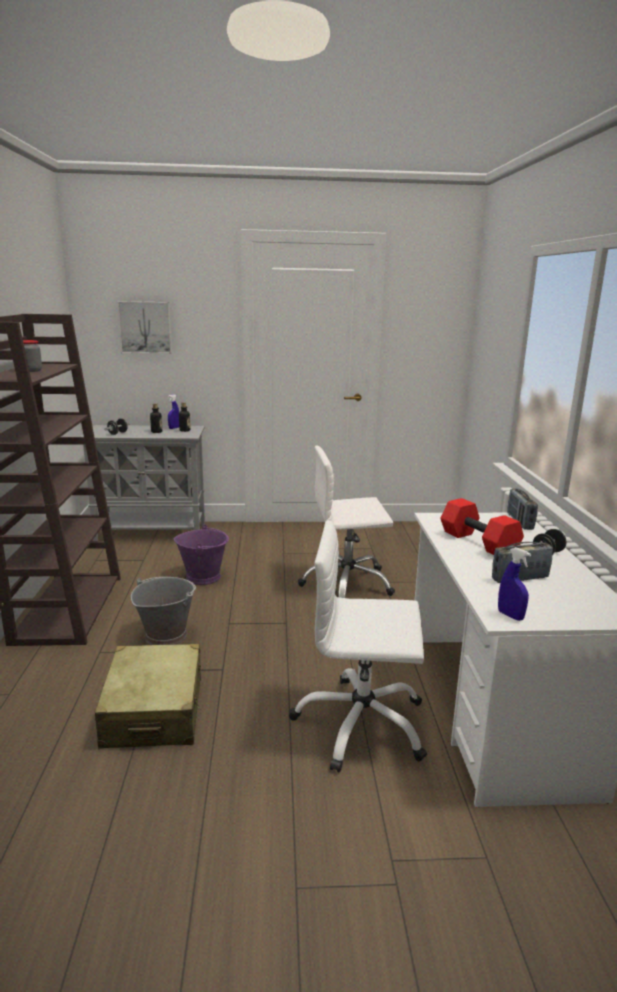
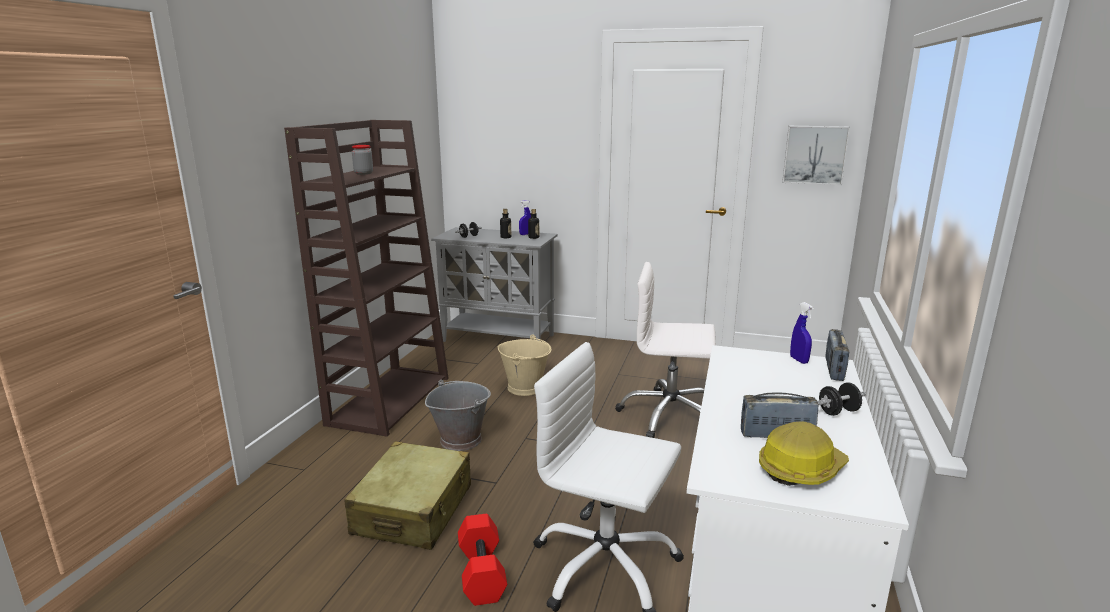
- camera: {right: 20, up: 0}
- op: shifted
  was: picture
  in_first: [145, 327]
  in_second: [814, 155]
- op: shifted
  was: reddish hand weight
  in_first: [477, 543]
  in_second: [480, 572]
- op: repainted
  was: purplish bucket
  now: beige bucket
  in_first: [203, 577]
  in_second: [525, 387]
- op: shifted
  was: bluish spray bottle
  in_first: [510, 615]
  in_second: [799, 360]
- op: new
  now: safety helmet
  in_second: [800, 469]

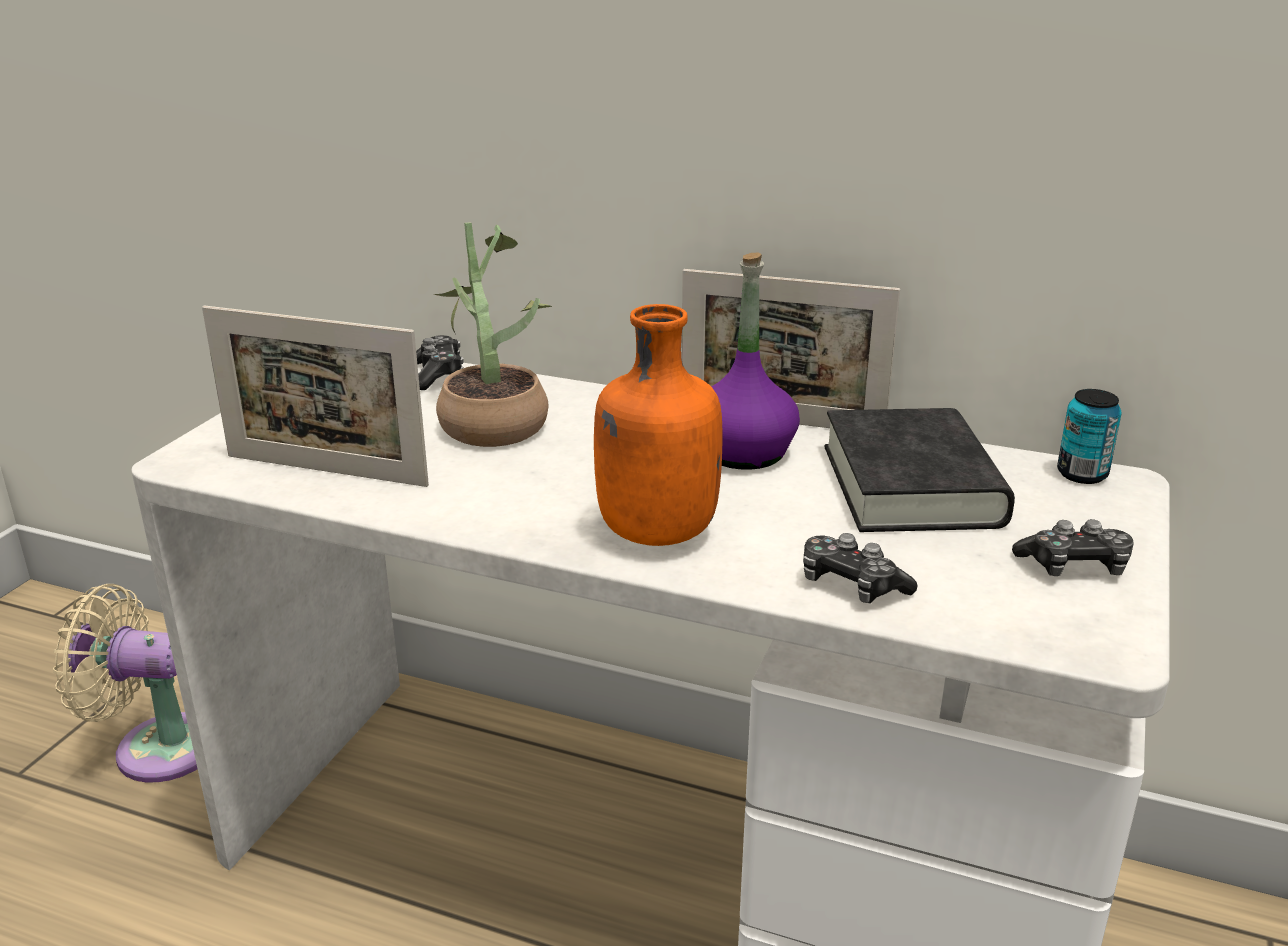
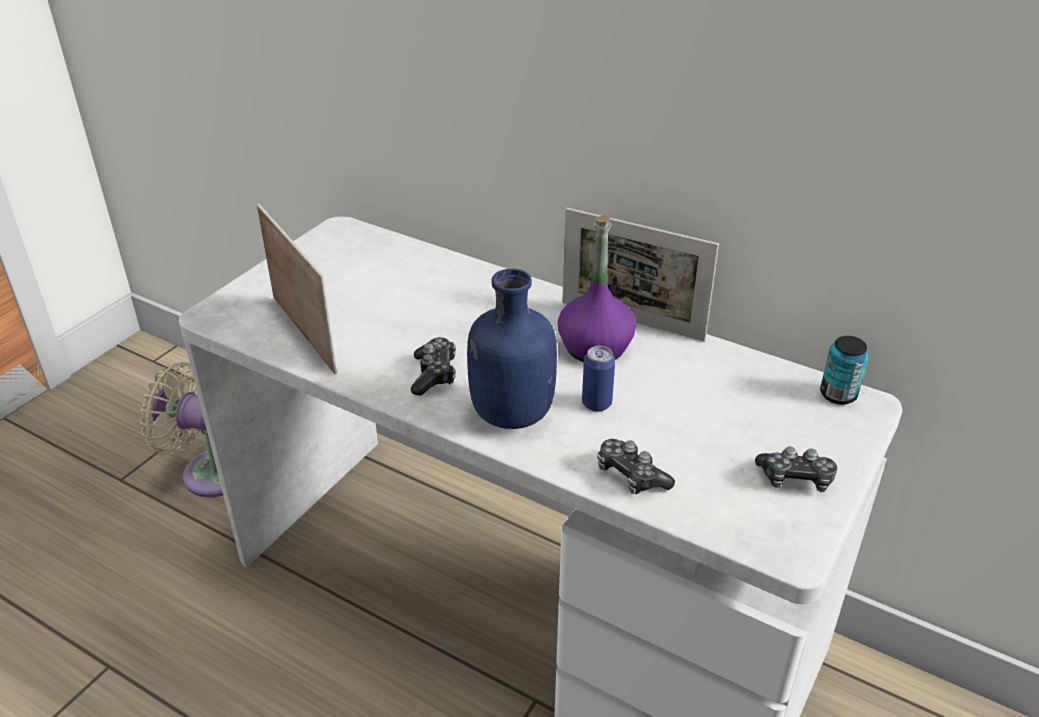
- camera: {right: 10, up: 10}
- op: gone
  was: potted plant
  in_first: [492, 421]
- op: repainted
  was: orange bottle
  now: bluish bottle
  in_first: [654, 533]
  in_second: [510, 414]
- op: rotated
  was: photo frame
  in_first: [326, 470]
  in_second: [303, 334]
  clockwise: -150
- op: shifted
  was: gamepad
  in_first: [437, 374]
  in_second: [434, 374]
- op: gone
  was: black-coloured book
  in_first: [911, 485]
- op: new
  now: can
  in_second: [596, 403]

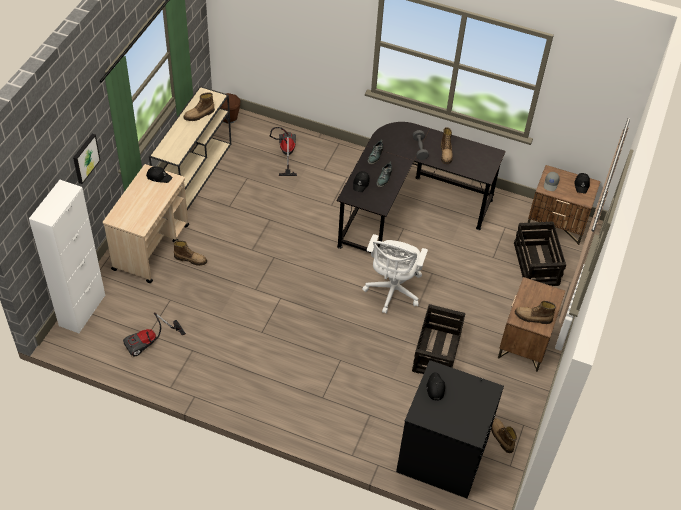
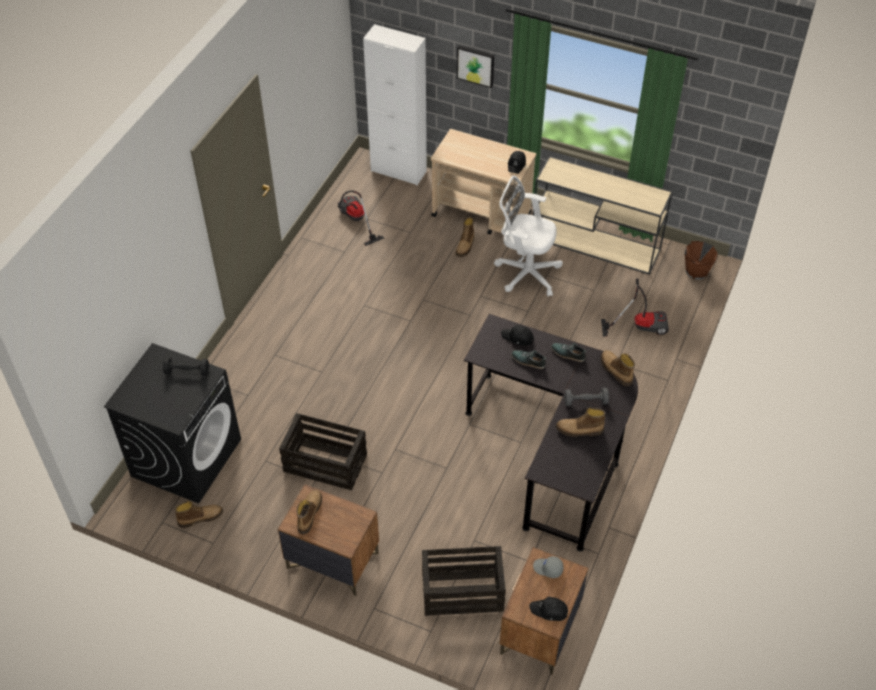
- camera: {right: 95, up: 0}
- op: shifted
  was: boot
  in_first: [199, 115]
  in_second: [615, 371]
- op: shifted
  was: white-coloured office chair
  in_first: [392, 292]
  in_second: [525, 272]
- op: swapped
  was: black-coloured peaked cap
  now: black-coloured hand weight
  in_first: [435, 388]
  in_second: [187, 371]

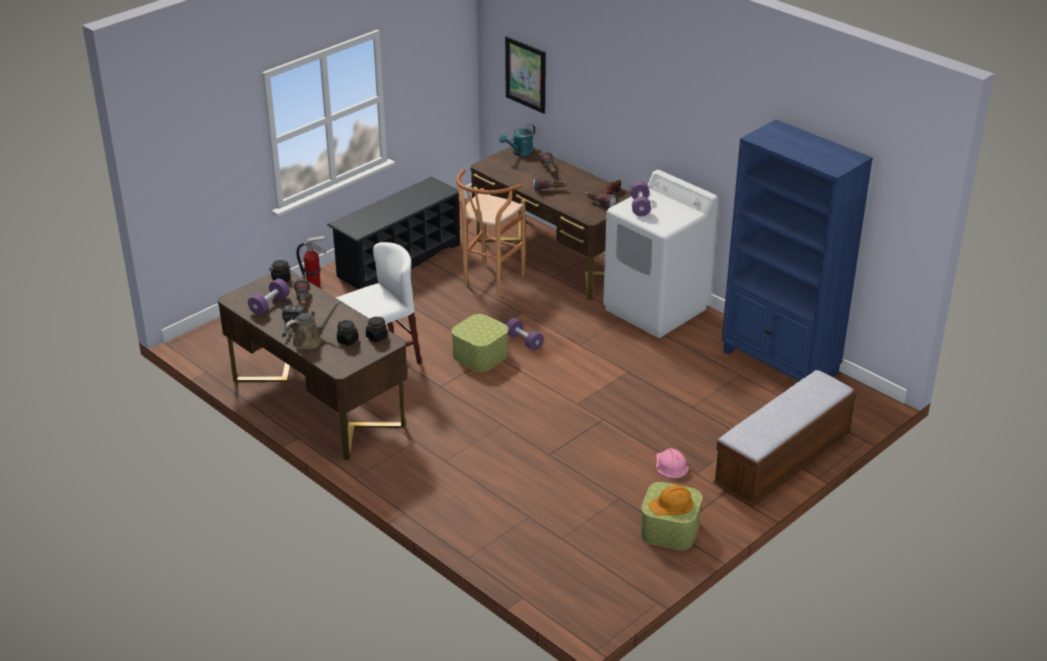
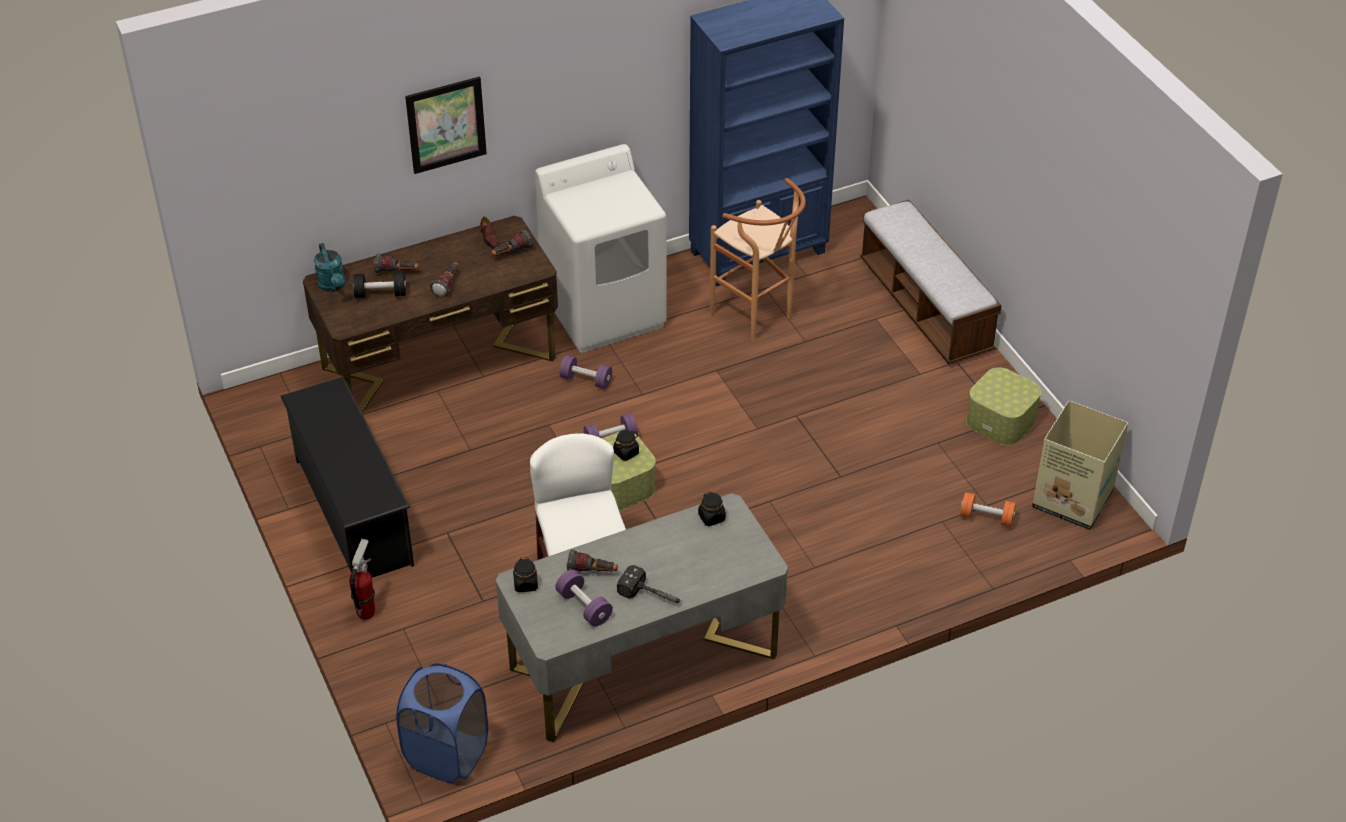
- camera: {right: -70, up: 10}
- op: shifted
  was: picture
  in_first: [526, 74]
  in_second: [446, 124]
- op: shifted
  was: brown-coloured stool seat
  in_first: [489, 282]
  in_second: [757, 318]
- op: shifted
  was: purplish hand weight
  in_first: [640, 206]
  in_second: [586, 380]
- op: repainted
  was: brown-coloured desk
  now: greyish desk
  in_first: [317, 402]
  in_second: [643, 661]
- op: gone
  was: brown-coloured watering pot
  in_first: [310, 341]
- op: shifted
  was: black-coloured preserve jar
  in_first: [348, 341]
  in_second: [626, 452]
- op: gone
  was: pink safety helmet
  in_first: [670, 465]
- op: gone
  was: orange safety helmet
  in_first: [672, 504]
- op: new
  now: black-coloured hand weight
  in_second: [380, 294]
- op: new
  now: cardboard box
  in_second: [1074, 500]
- op: new
  now: orange hand weight
  in_second: [986, 517]
- op: new
  now: bluish washing basket
  in_second: [447, 754]

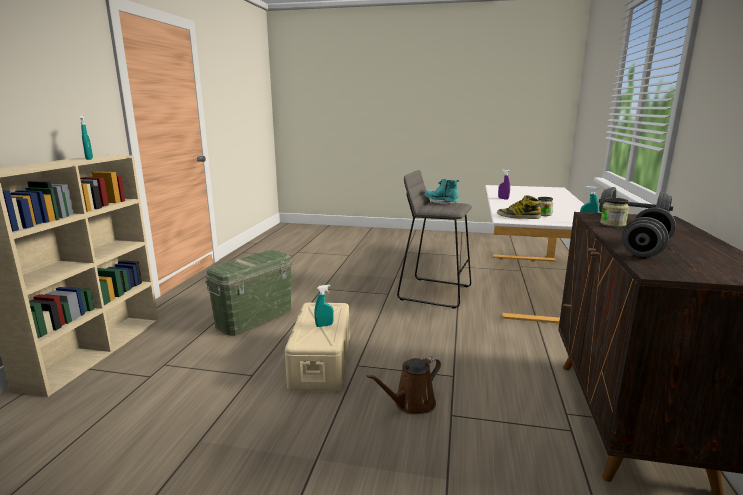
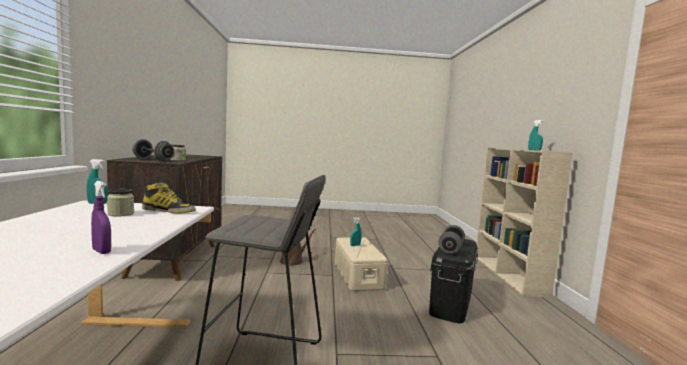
- camera: {right: 165, up: -10}
- op: gone
  was: turquoise-coloured boot
  in_first: [441, 203]
- op: shifted
  was: greyish hand weight
  in_first: [645, 249]
  in_second: [451, 249]
- op: repainted
  was: greenish storage bin
  now: black-coloured storage bin
  in_first: [254, 318]
  in_second: [450, 303]

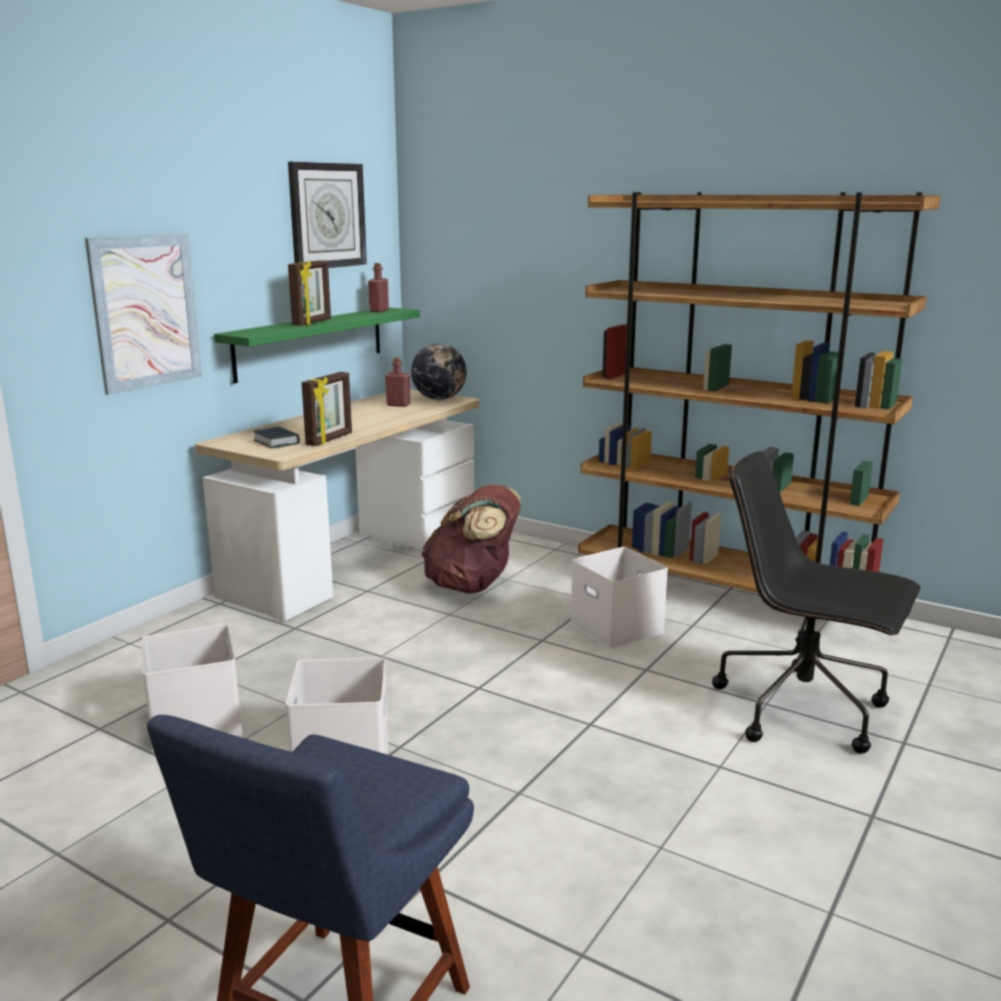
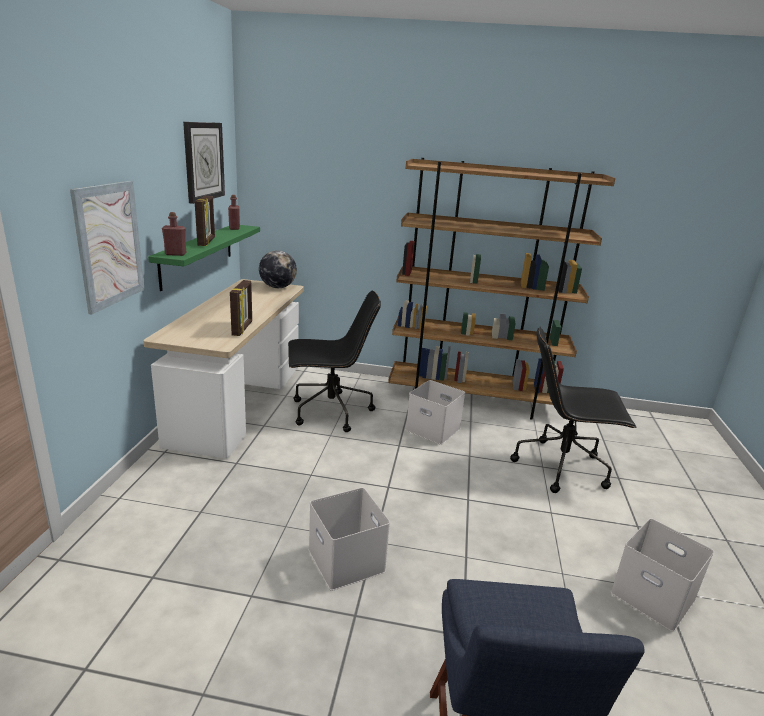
- camera: {right: -25, up: 5}
- op: shifted
  was: reddish bottle
  in_first: [398, 405]
  in_second: [175, 254]
- op: gone
  was: book
  in_first: [276, 442]
- op: swapped
  was: brown-coloured backpack
  now: black-coloured office chair
  in_first: [473, 586]
  in_second: [329, 412]
- op: shifted
  was: white-coloured storage bin
  in_first: [193, 723]
  in_second: [650, 595]

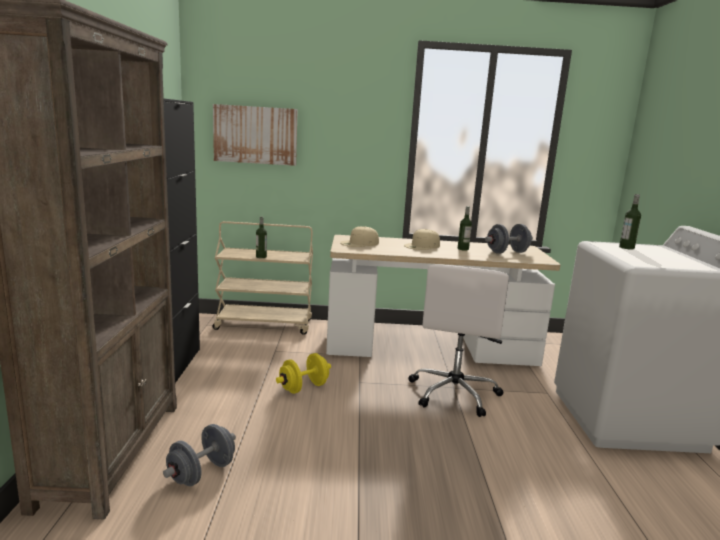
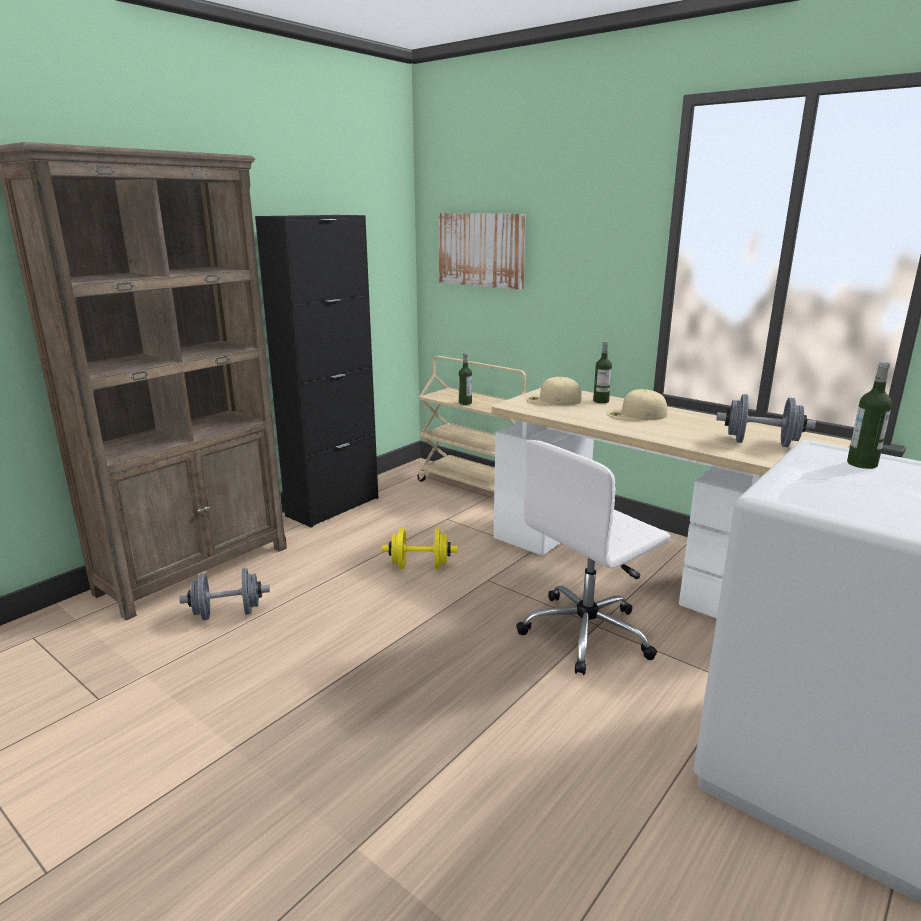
- camera: {right: 40, up: 5}
- op: shifted
  was: bottle
  in_first: [463, 249]
  in_second: [601, 401]

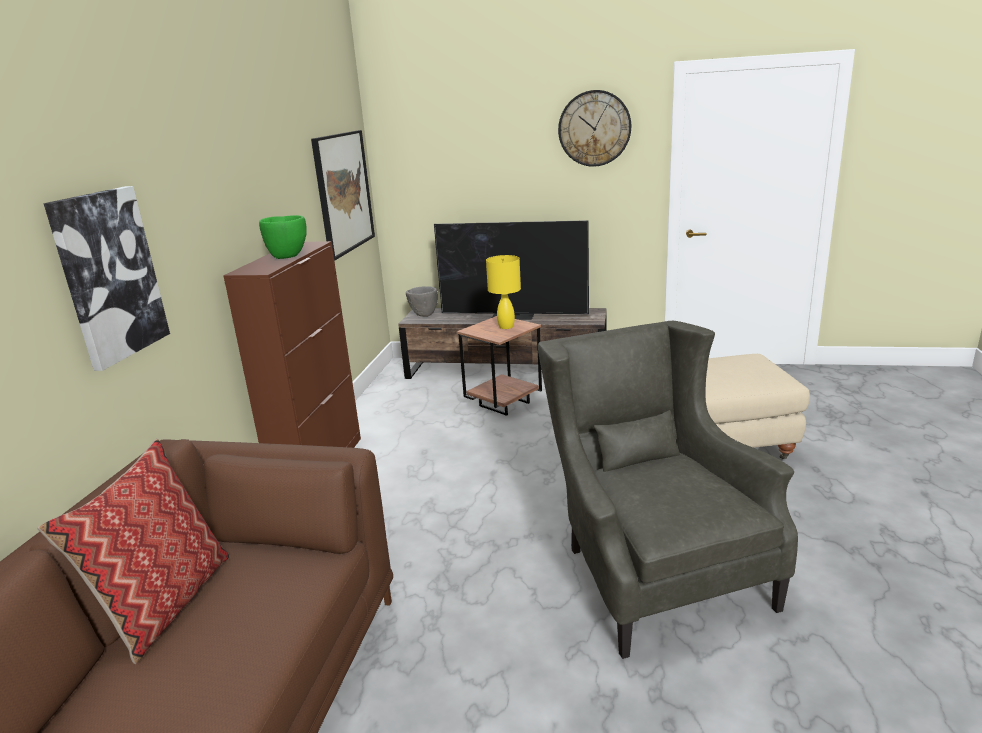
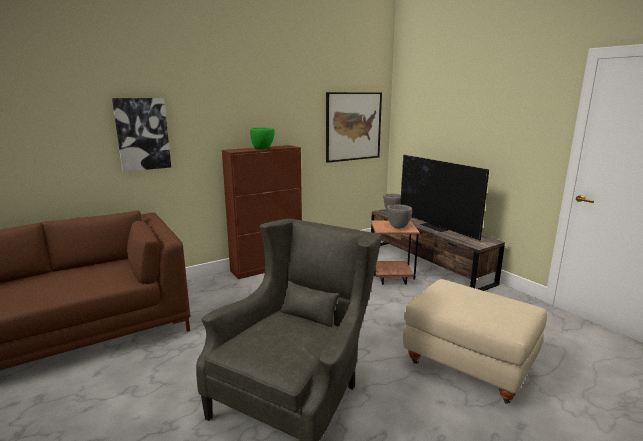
- camera: {right: 45, up: -5}
- op: gone
  was: wall clock
  in_first: [594, 128]
- op: swapped
  was: yellow tabletop lamp
  now: greyish bowl
  in_first: [505, 326]
  in_second: [398, 226]
- op: gone
  was: cushion
  in_first: [165, 603]

